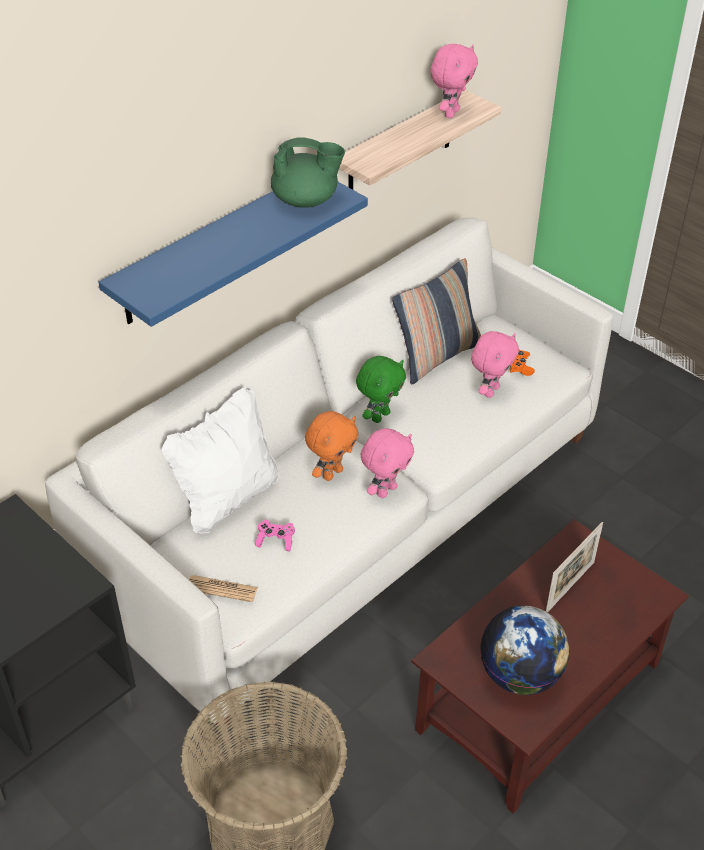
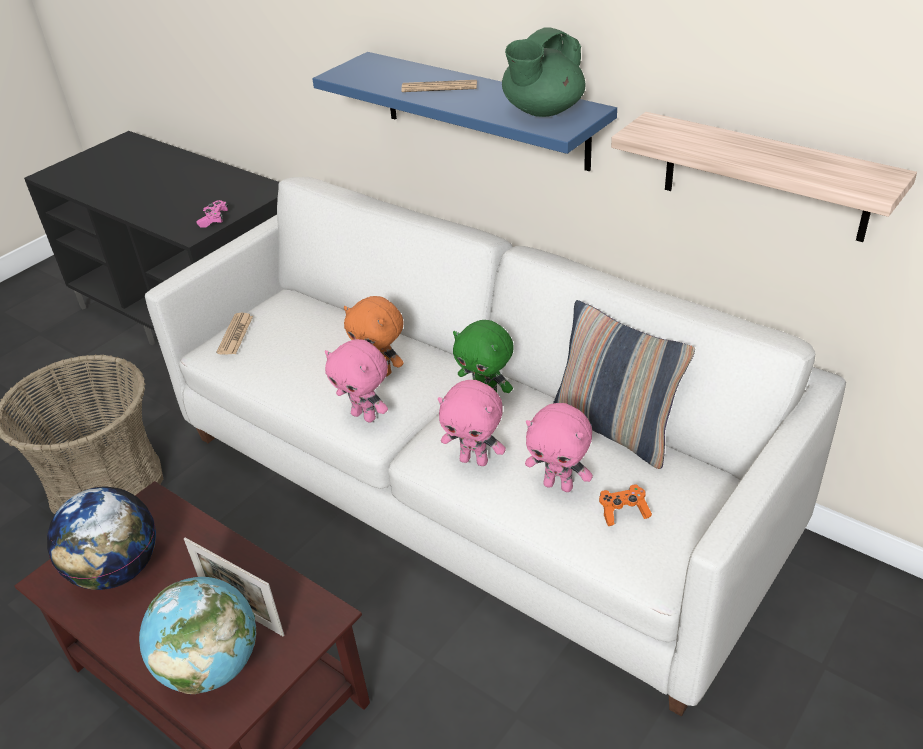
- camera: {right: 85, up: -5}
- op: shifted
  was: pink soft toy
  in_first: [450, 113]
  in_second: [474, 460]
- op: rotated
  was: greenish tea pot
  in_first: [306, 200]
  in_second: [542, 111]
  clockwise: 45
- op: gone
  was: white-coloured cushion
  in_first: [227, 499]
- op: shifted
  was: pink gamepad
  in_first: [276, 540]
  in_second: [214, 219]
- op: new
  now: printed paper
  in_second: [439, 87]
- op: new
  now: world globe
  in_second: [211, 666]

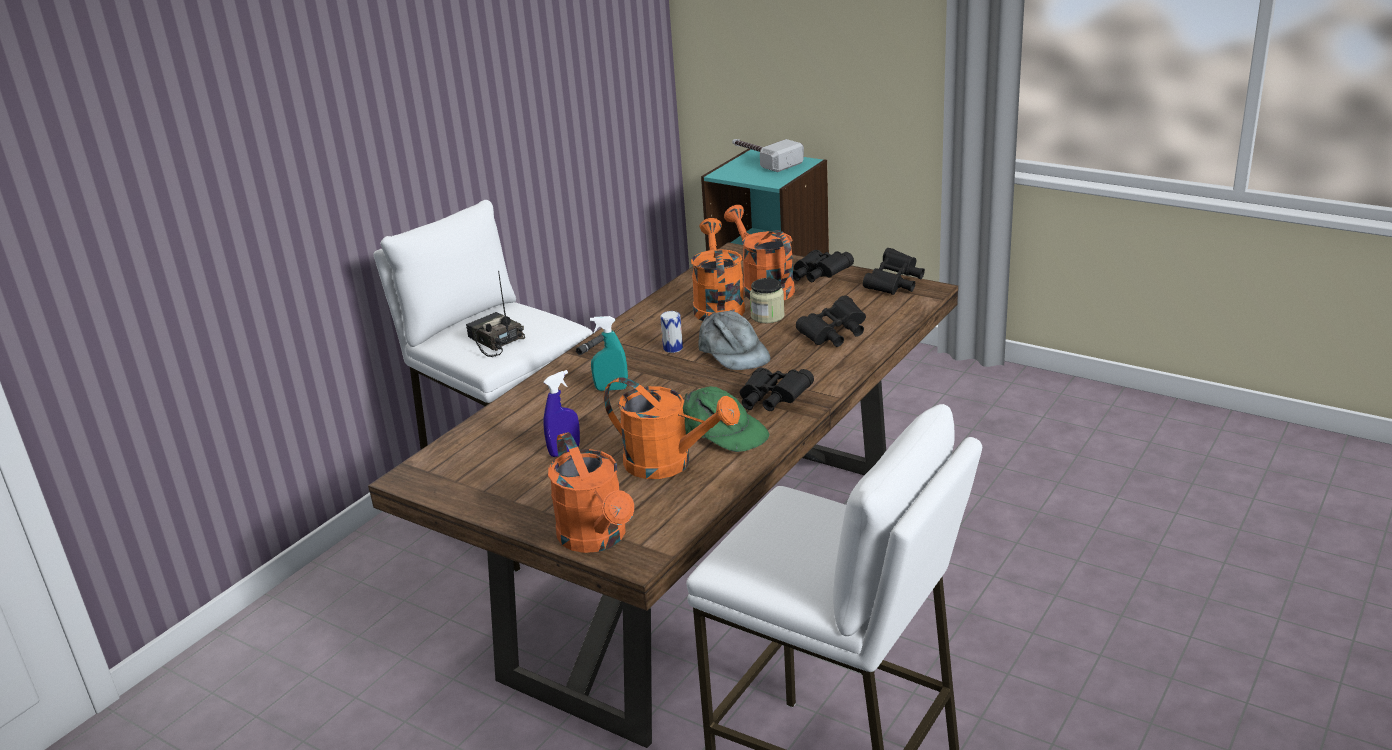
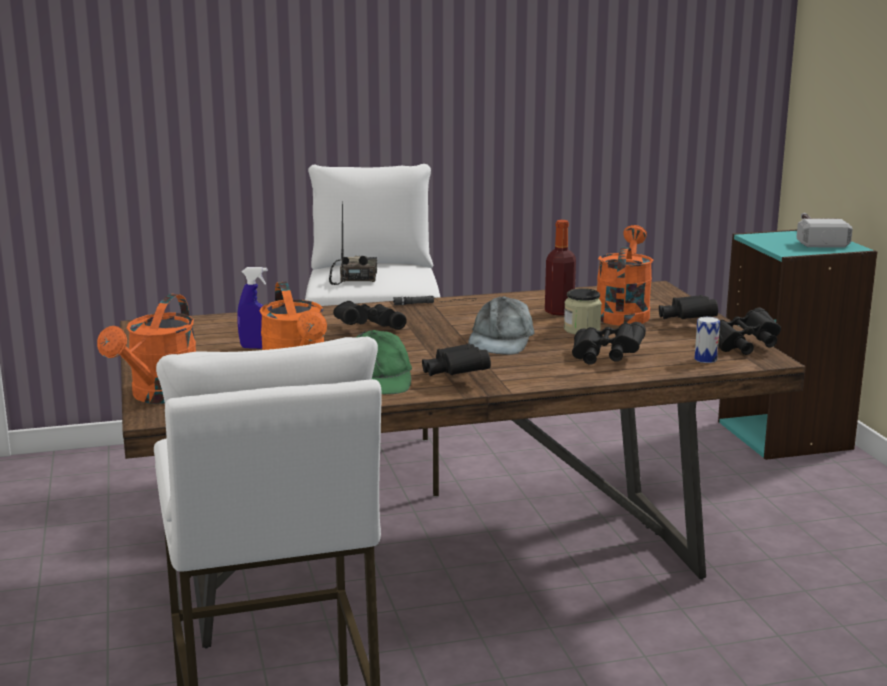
- camera: {right: 40, up: -10}
- op: swapped
  was: orange watering pot
  now: bottle
  in_first: [717, 306]
  in_second: [559, 312]
- op: shifted
  was: can
  in_first: [673, 348]
  in_second: [705, 359]
- op: swapped
  was: turquoise-coloured spray bottle
  now: black-coloured field glasses
  in_first: [611, 389]
  in_second: [367, 329]

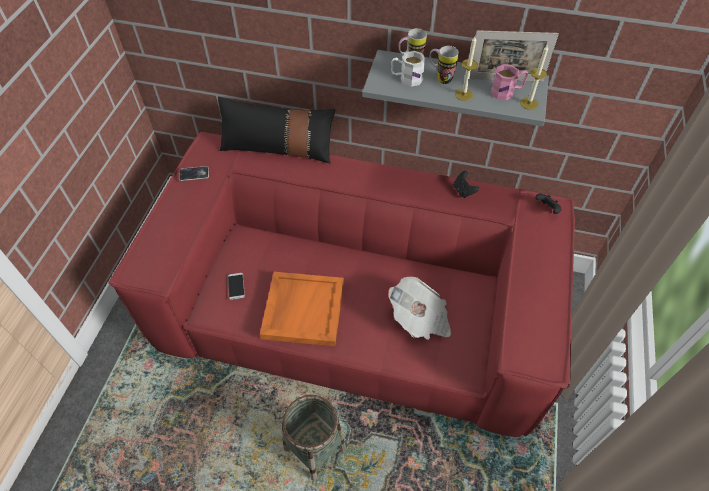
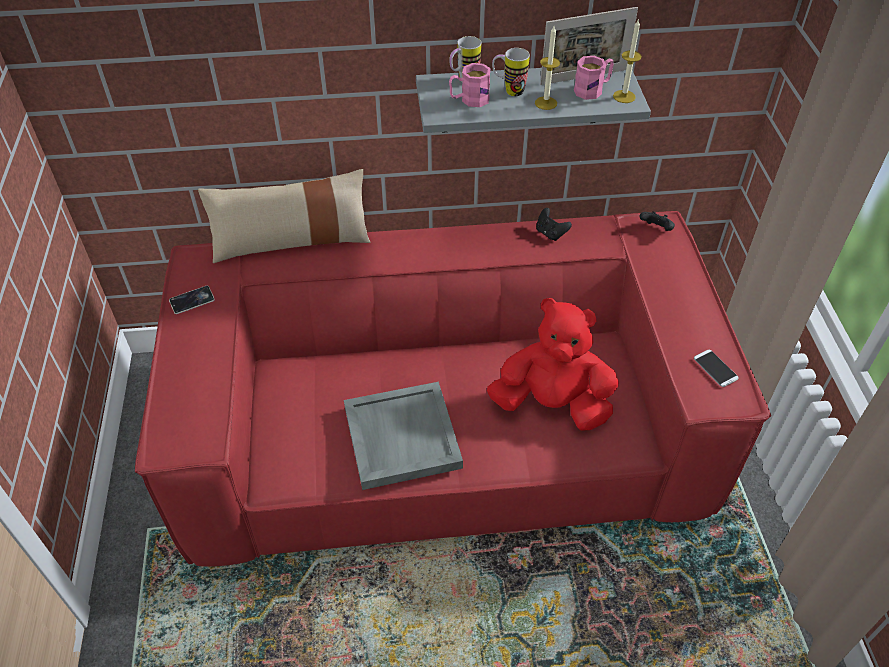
- camera: {right: -20, up: -5}
- op: repainted
  was: white-coloured mug
  now: pink mug
  in_first: [406, 78]
  in_second: [469, 100]
- op: repainted
  was: black-coloured cushion
  now: beige cushion
  in_first: [278, 148]
  in_second: [291, 240]
- op: repainted
  was: orange tray
  now: greyish tray
  in_first: [303, 309]
  in_second: [401, 437]
- op: shifted
  was: handset
  in_first: [236, 286]
  in_second: [715, 368]
- op: swapped
  was: printed paper
  now: reddish soft toy
  in_first: [420, 319]
  in_second: [552, 404]
- op: gone
  was: household basket
  in_first: [315, 448]

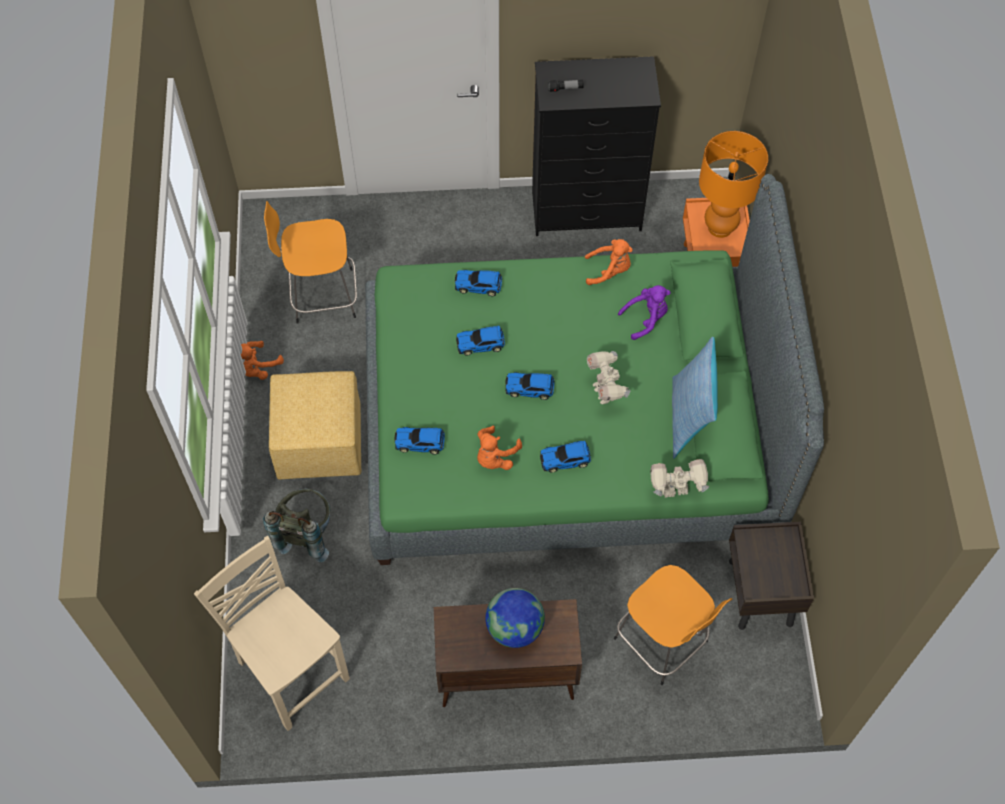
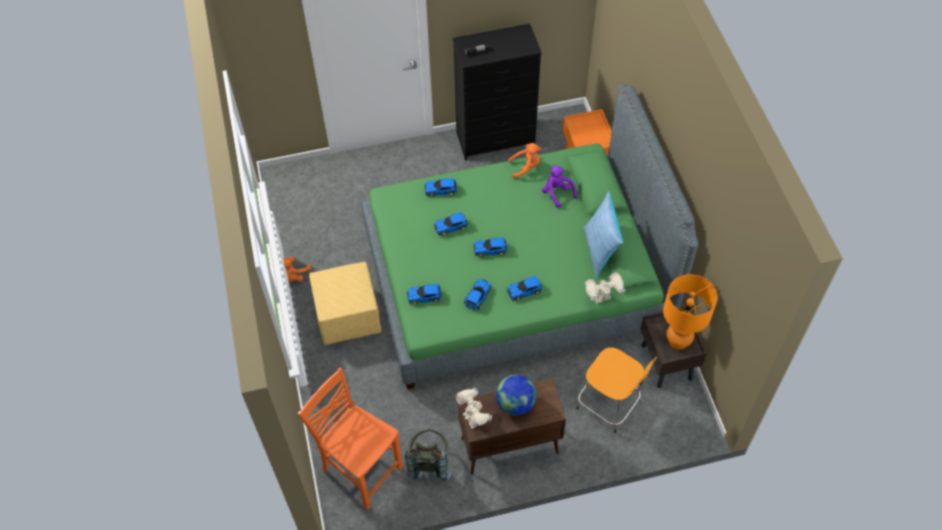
- camera: {right: -10, up: -5}
- op: shifted
  was: orange tabletop lamp
  in_first: [719, 228]
  in_second: [678, 341]
- op: gone
  was: orange stool seat
  in_first: [321, 296]
- op: rotated
  was: purplish soft toy
  in_first: [646, 319]
  in_second: [557, 193]
  clockwise: -90
- op: shifted
  was: robot figure
  in_first: [605, 392]
  in_second: [473, 418]
- op: swapped
  was: orange soft toy
  now: miniature car
  in_first: [495, 457]
  in_second: [477, 297]
- op: shifted
  was: greyish backpack
  in_first: [305, 533]
  in_second: [429, 462]
- op: repainted
  was: beige chair
  now: orange chair
  in_first: [291, 670]
  in_second: [361, 469]

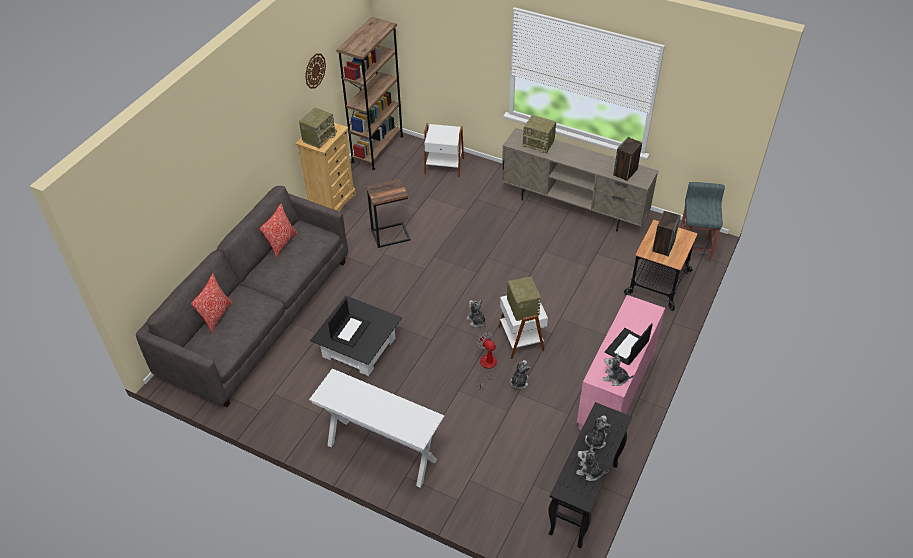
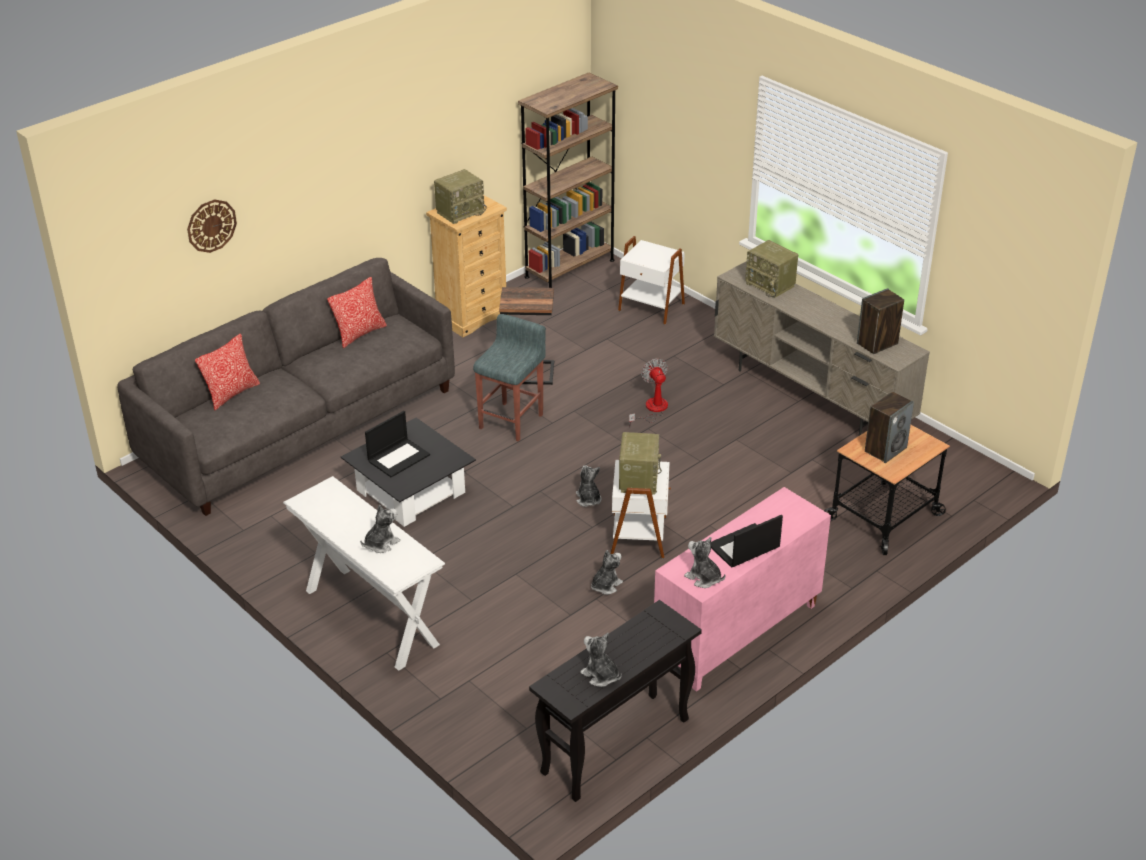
- camera: {right: 20, up: -10}
- op: shifted
  was: wall clock
  in_first: [315, 70]
  in_second: [211, 225]
- op: shifted
  was: greyish stool seat
  in_first: [694, 248]
  in_second: [512, 421]
- op: shifted
  was: fan
  in_first: [487, 367]
  in_second: [652, 410]
- op: shifted
  was: soft toy
  in_first: [595, 440]
  in_second: [381, 543]

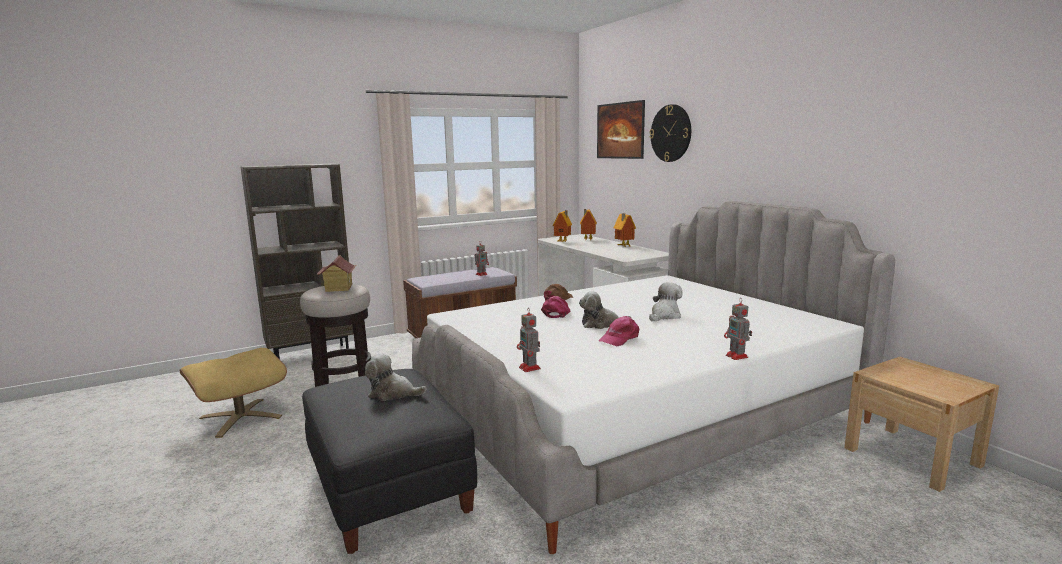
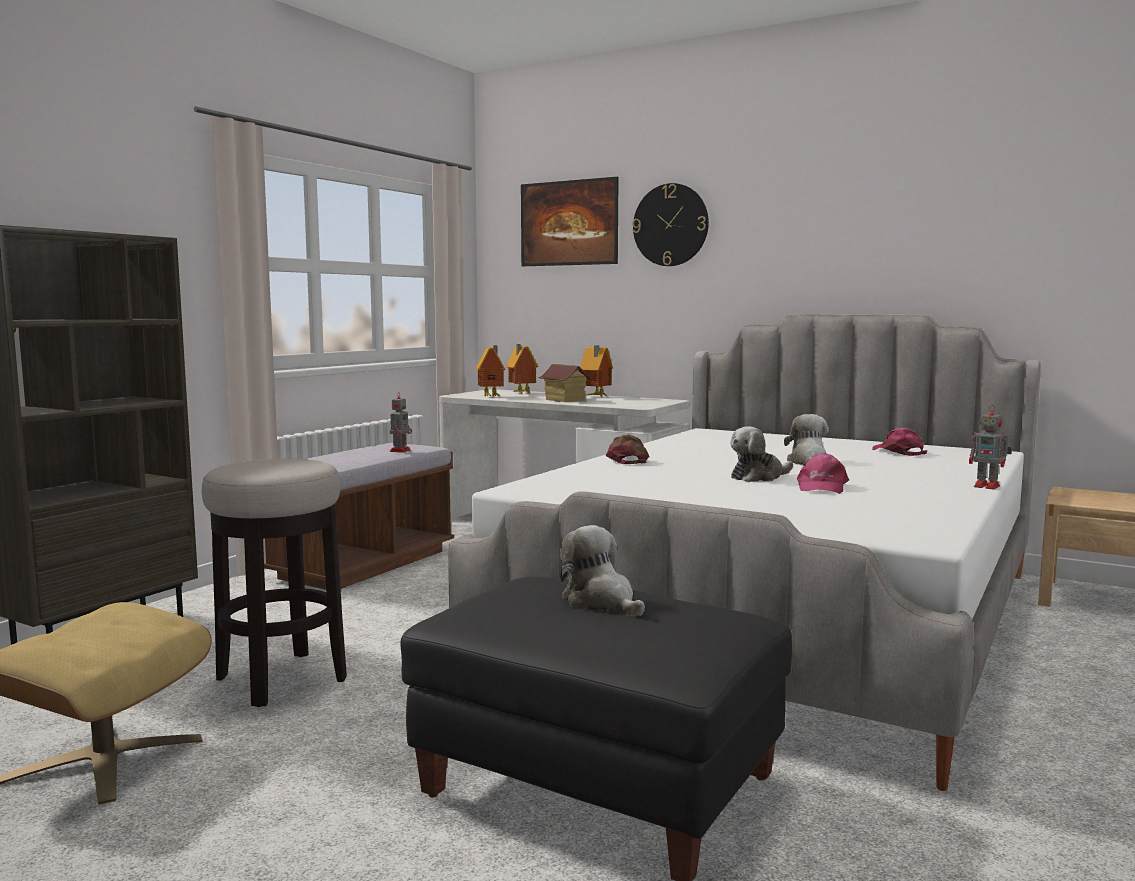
- camera: {right: -30, up: -5}
- op: shifted
  was: model house
  in_first: [338, 288]
  in_second: [564, 400]
- op: shifted
  was: pink peaked cap
  in_first: [556, 313]
  in_second: [898, 452]
- op: gone
  was: robot figure
  in_first: [530, 368]
- op: rotated
  was: soft toy
  in_first: [392, 393]
  in_second: [601, 602]
  clockwise: 75

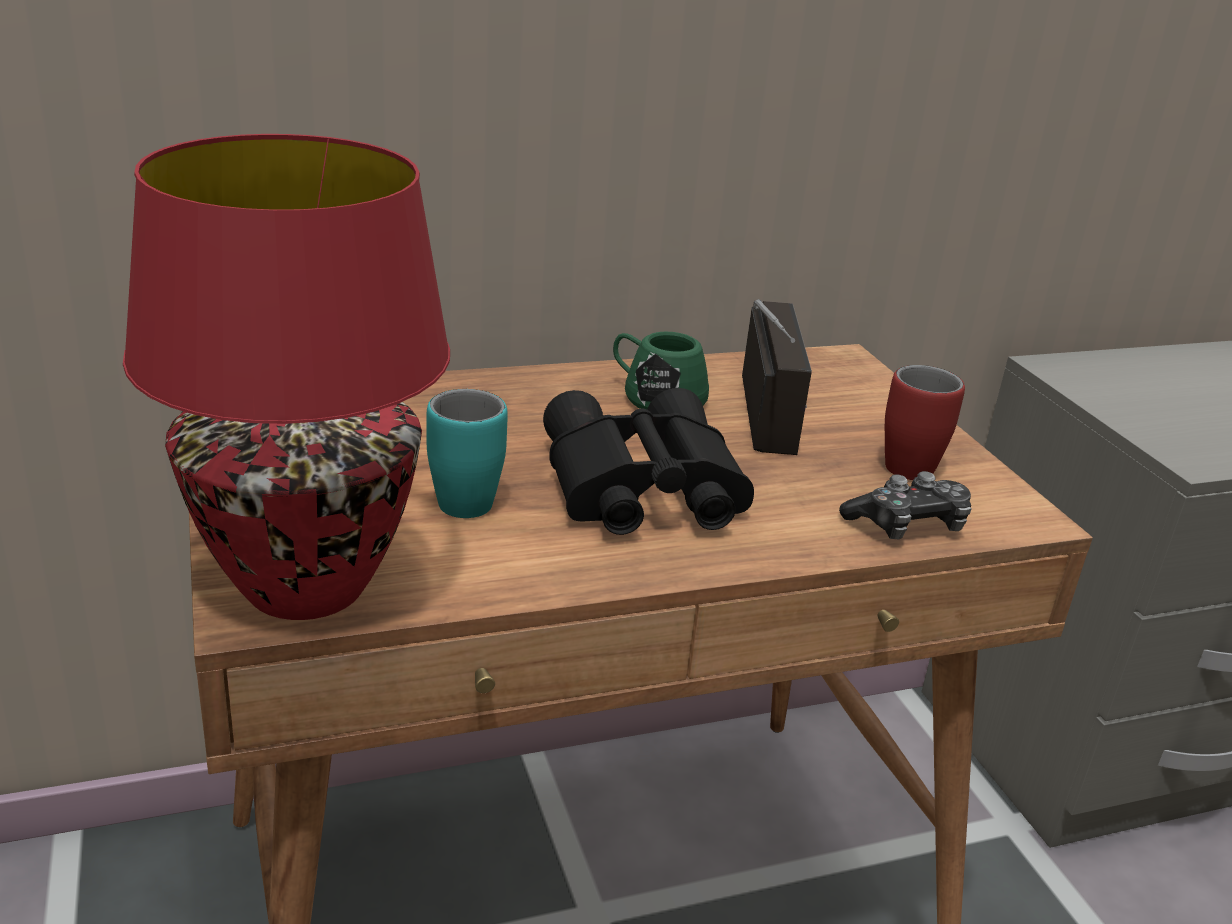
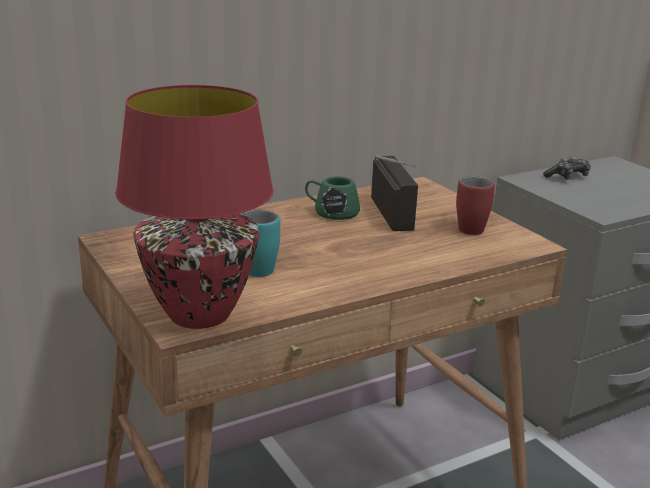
- camera: {right: -10, up: -5}
- op: gone
  was: black-coloured field glasses
  in_first: [638, 489]
- op: shifted
  was: gamepad
  in_first: [907, 525]
  in_second: [568, 177]

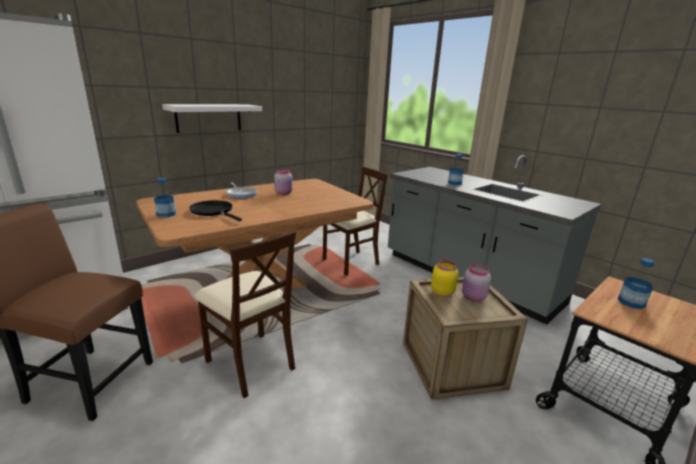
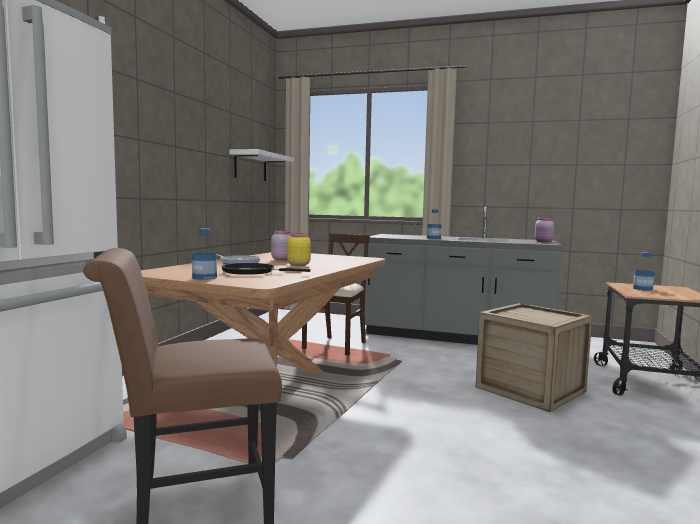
- camera: {right: -30, up: -15}
- op: shifted
  was: white-coloured bracket shelf
  in_first: [209, 118]
  in_second: [250, 166]
- op: gone
  was: beige chair
  in_first: [251, 363]
- op: shifted
  was: yellow preserve jar
  in_first: [442, 292]
  in_second: [298, 264]
- op: shifted
  was: pink preserve jar
  in_first: [473, 297]
  in_second: [543, 241]

